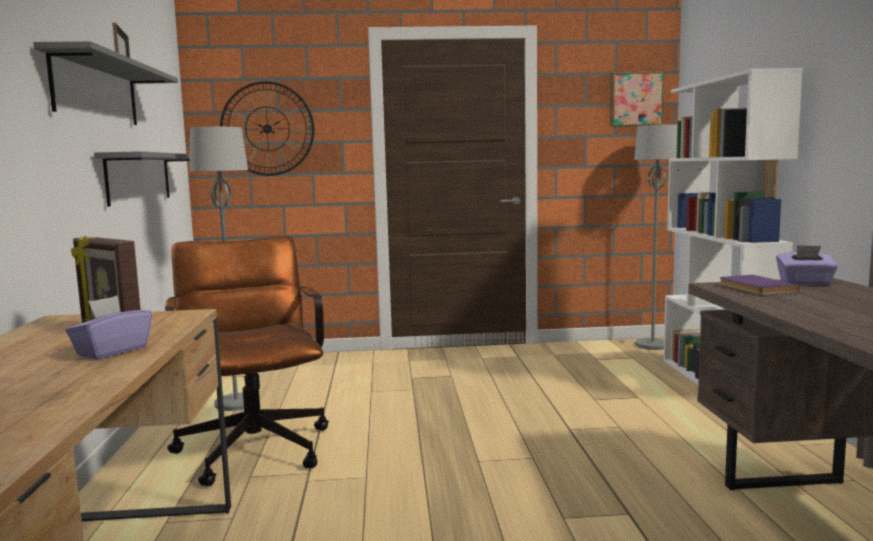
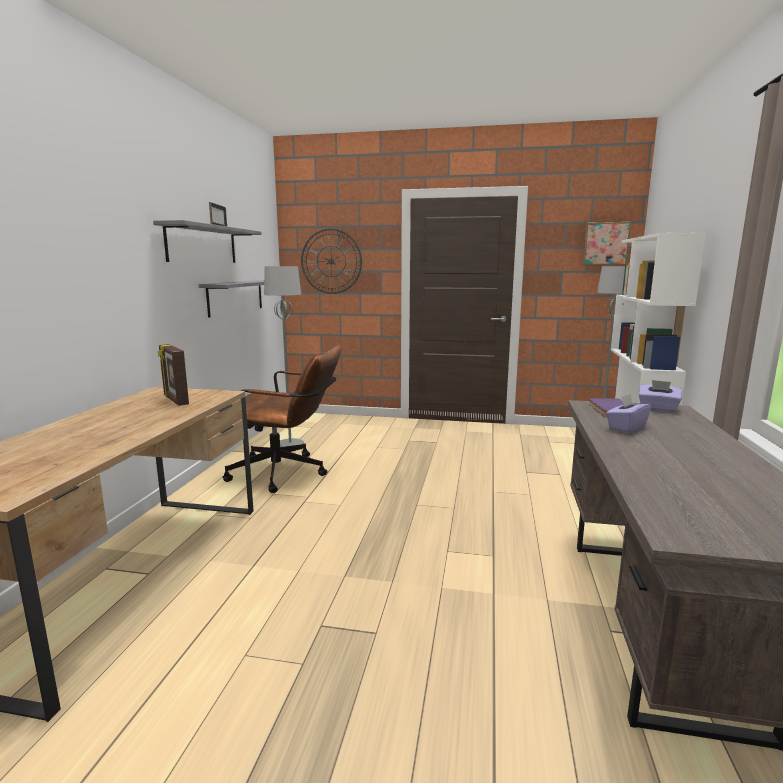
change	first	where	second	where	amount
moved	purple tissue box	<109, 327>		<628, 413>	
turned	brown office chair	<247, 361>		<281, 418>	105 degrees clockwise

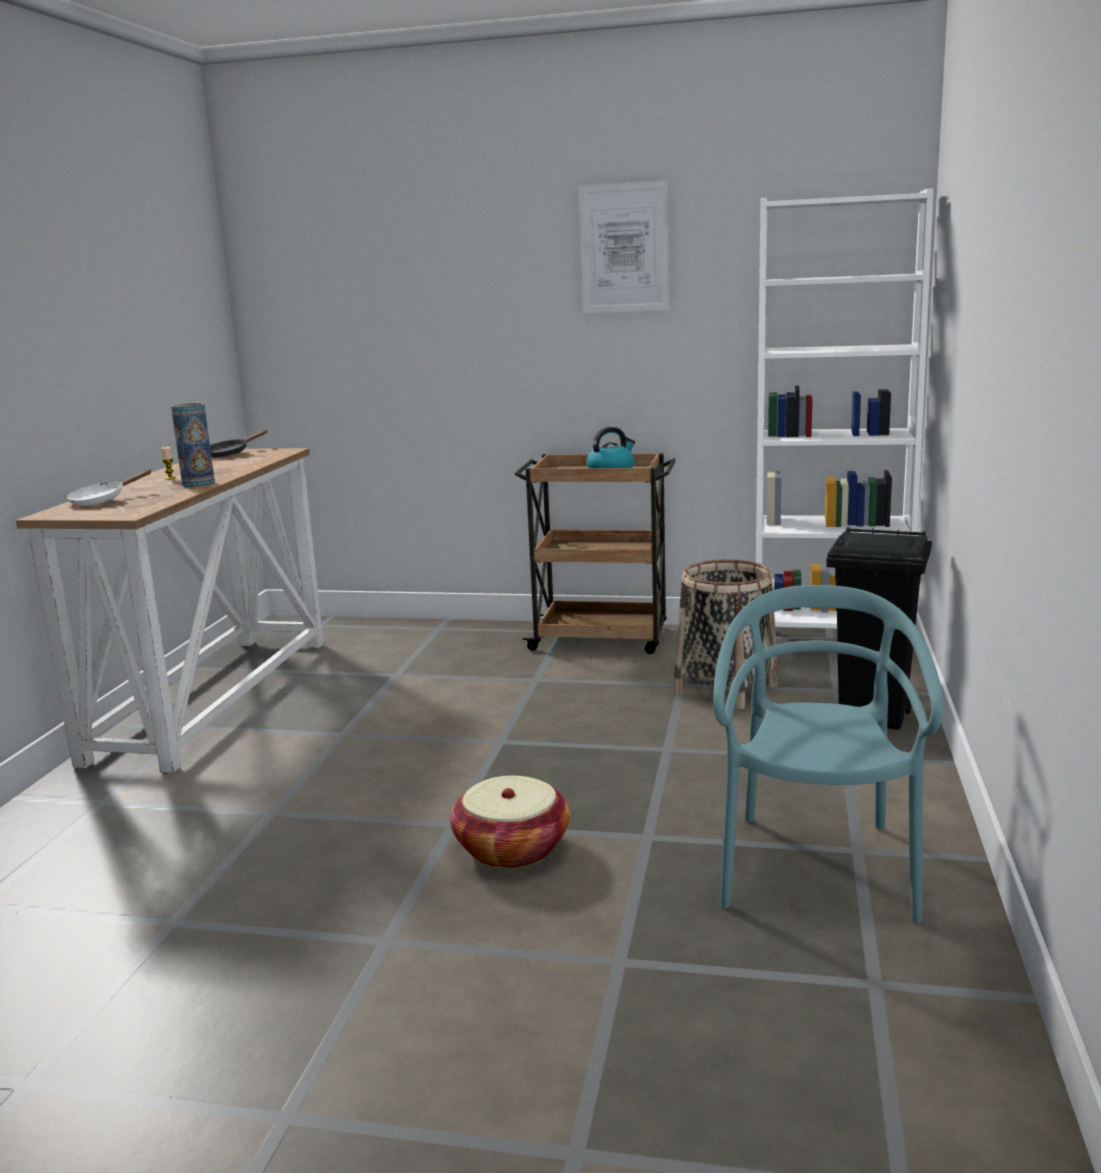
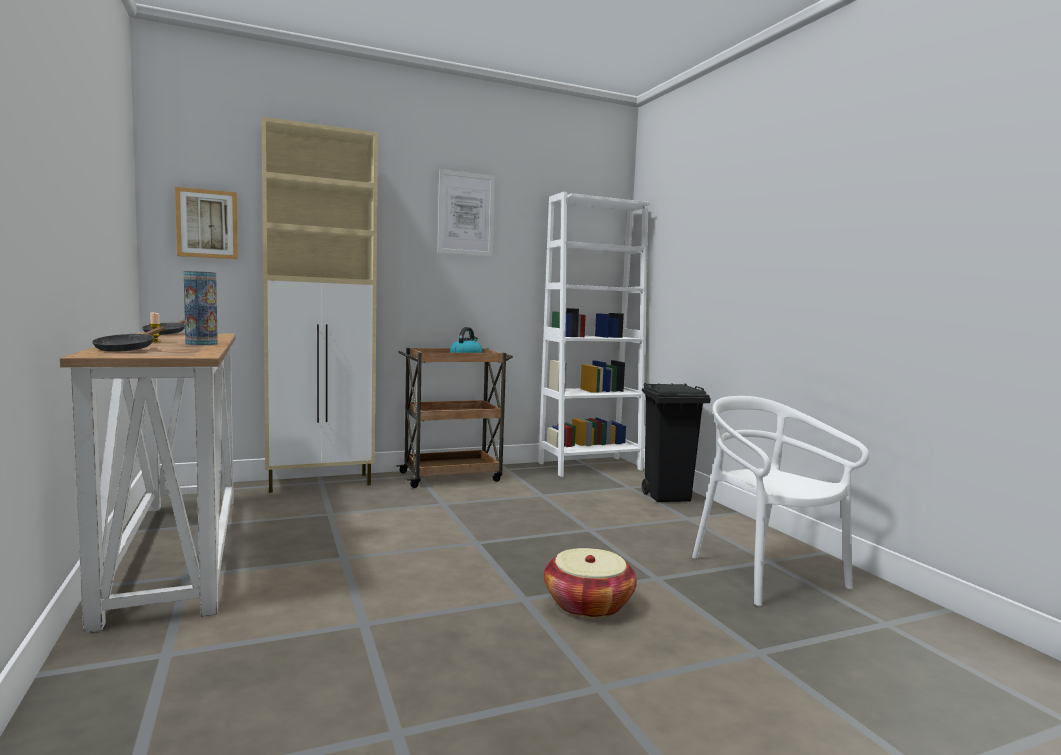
change	first	where	second	where	amount
removed	household basket	<726, 634>			
added			wall art	<206, 223>	
added			beige-coloured cabinet	<319, 305>	
recoloured	whitish pan	<109, 488>	black pan	<128, 339>	
recoloured	turquoise upright chair	<828, 754>	whitish upright chair	<780, 501>	

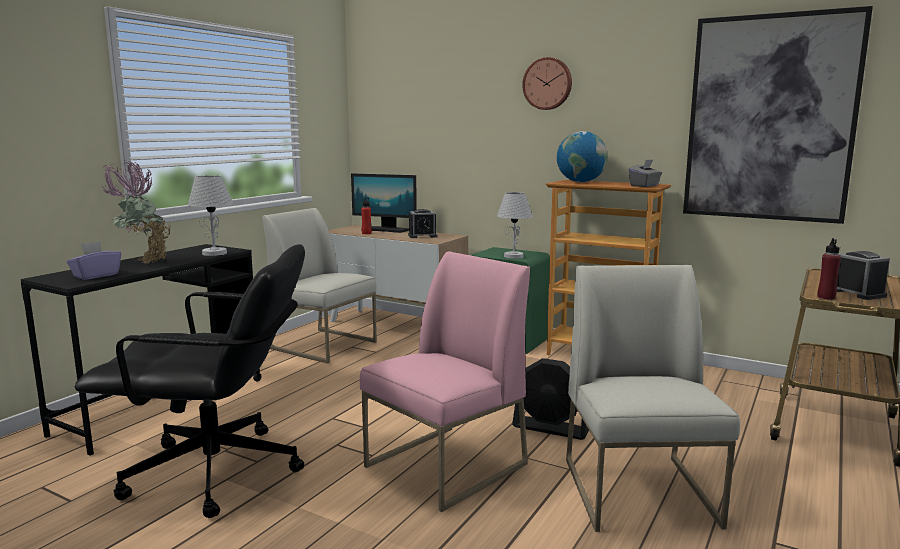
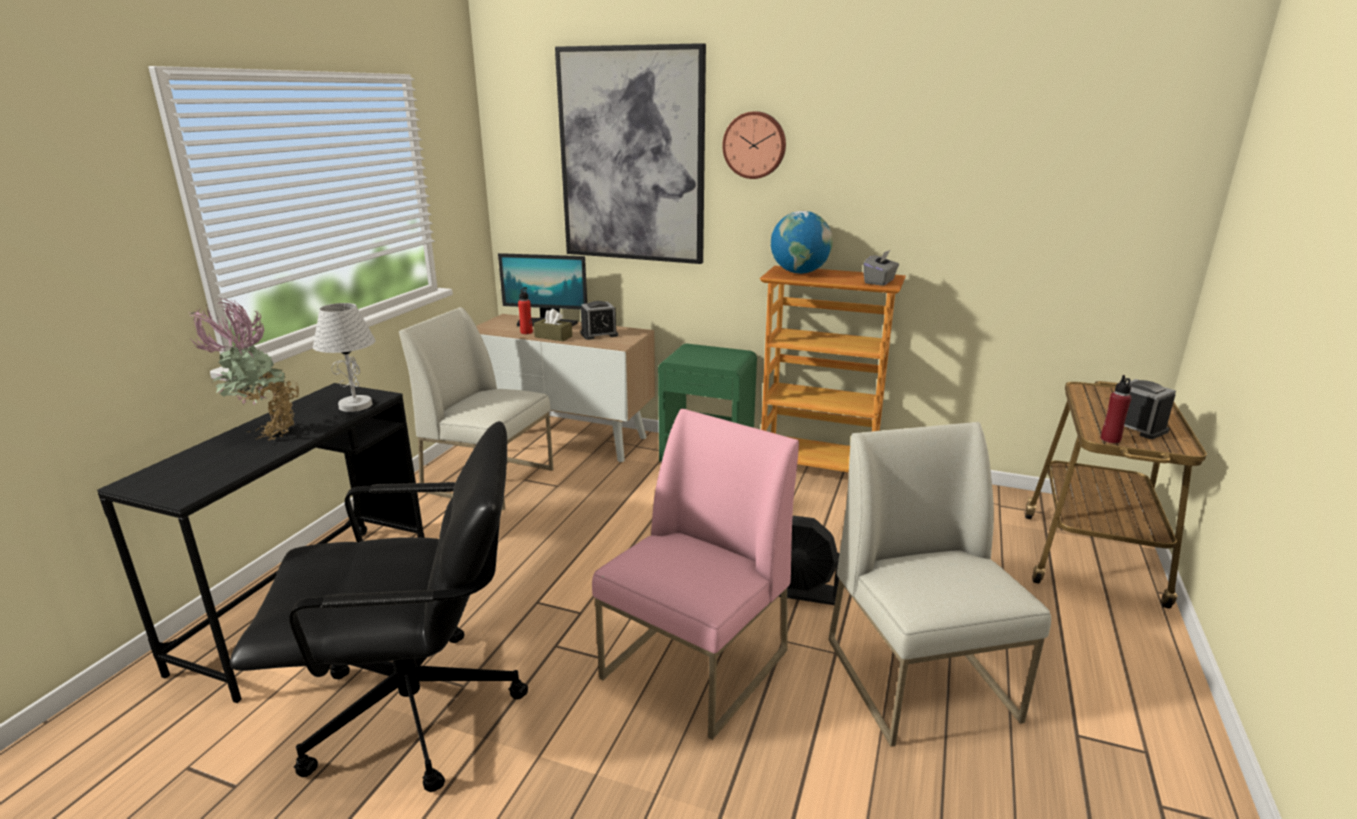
change	first	where	second	where	amount
removed	purple tissue box	<94, 260>			
removed	whitish table lamp	<515, 225>			
added			brown tissue box	<553, 325>	
moved	wall art	<778, 115>		<630, 153>	

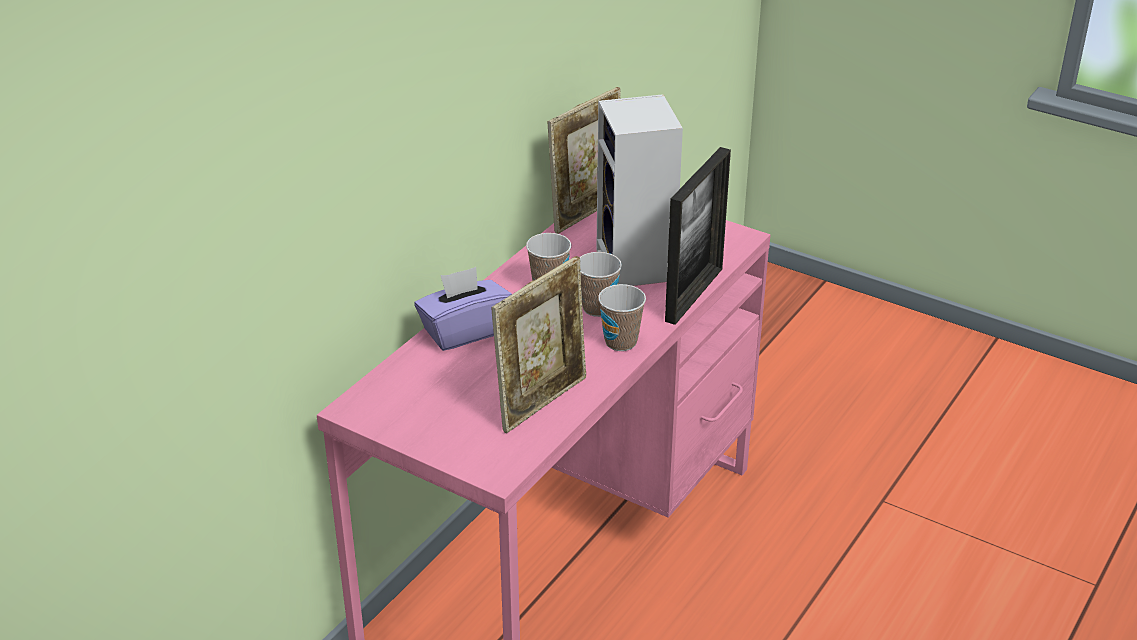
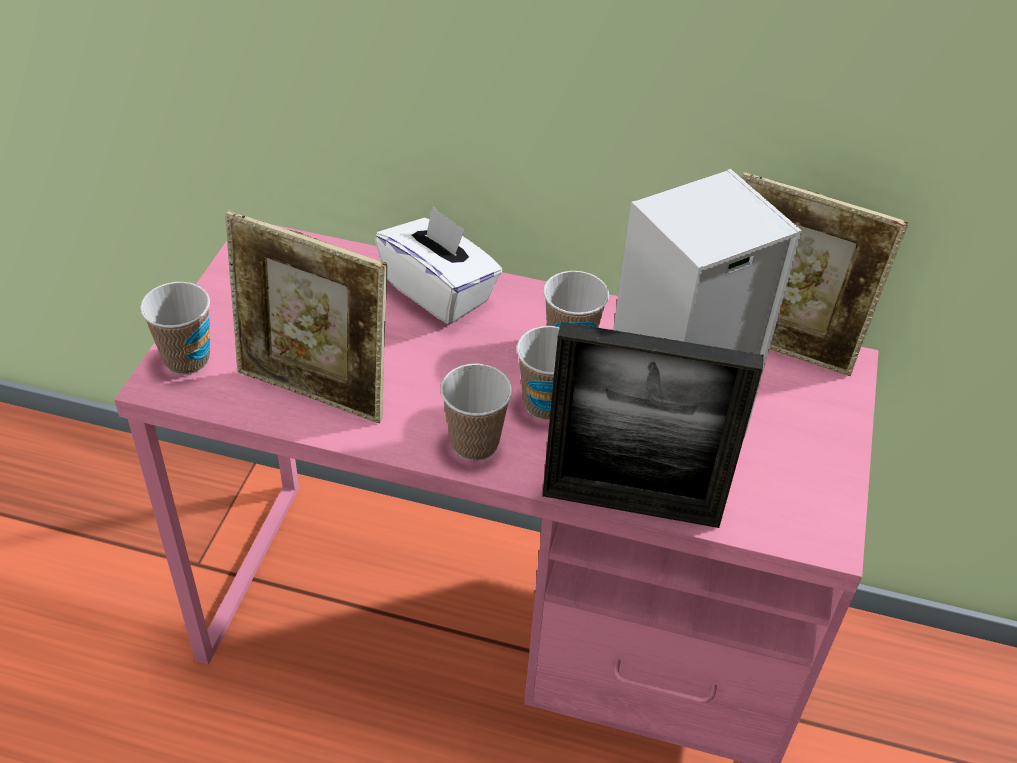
change	first	where	second	where	amount
added			small cup	<175, 328>	
recoloured	purple tissue box	<463, 309>	whitish tissue box	<438, 265>	

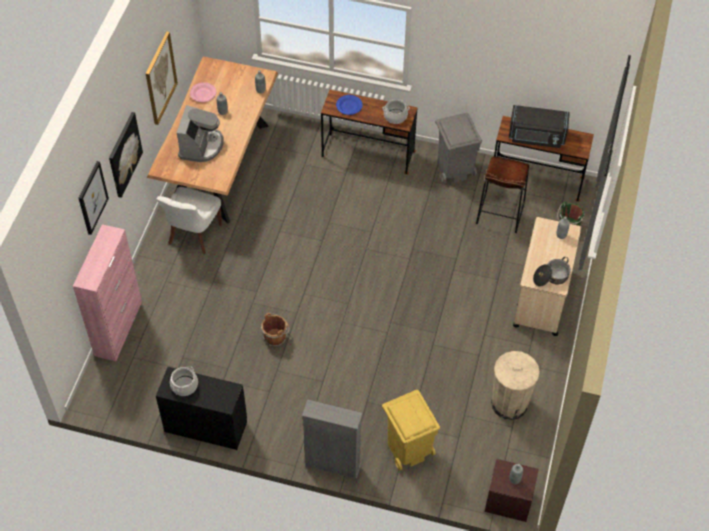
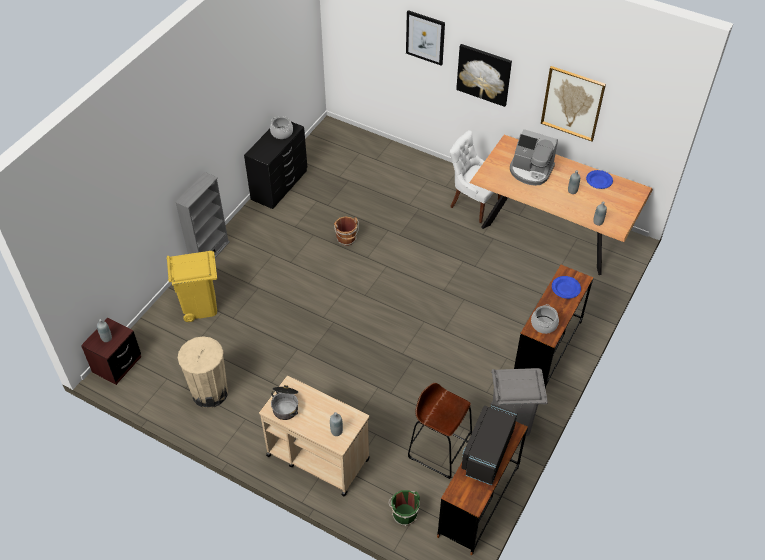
change	first	where	second	where	amount
removed	pink cabinet	<107, 292>			
recoloured	pink flat dish	<203, 92>	bluish flat dish	<599, 179>	

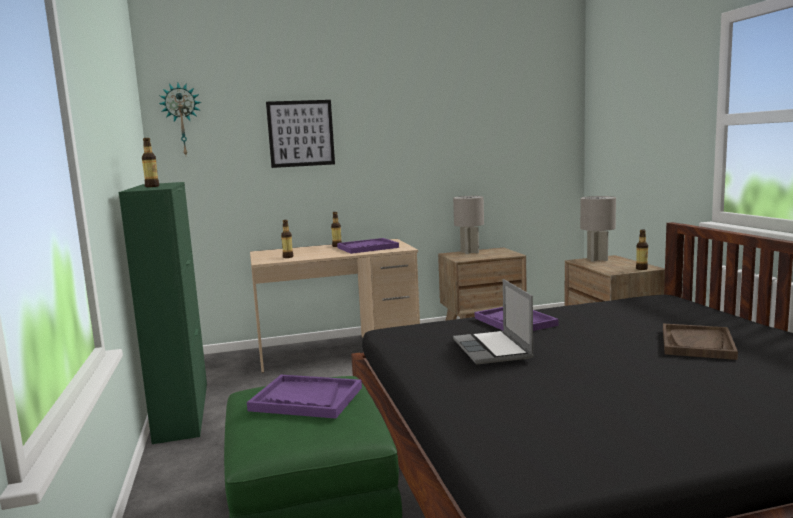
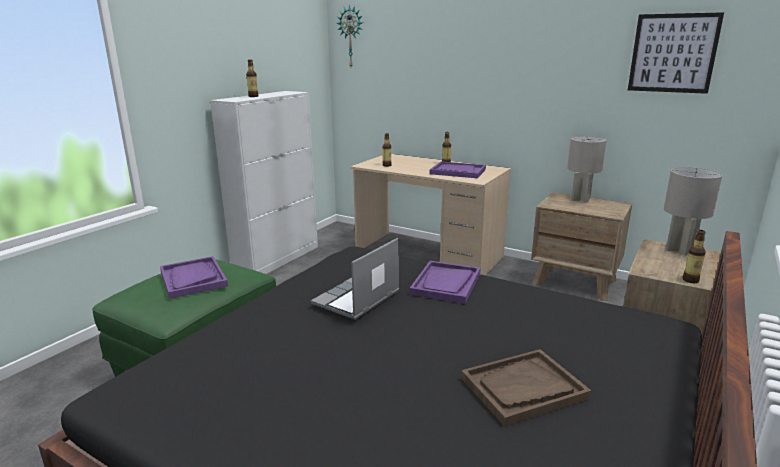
change	first	where	second	where	amount
moved	wall art	<300, 134>		<676, 53>	
recoloured	green-coloured cabinet	<163, 313>	whitish cabinet	<264, 182>	

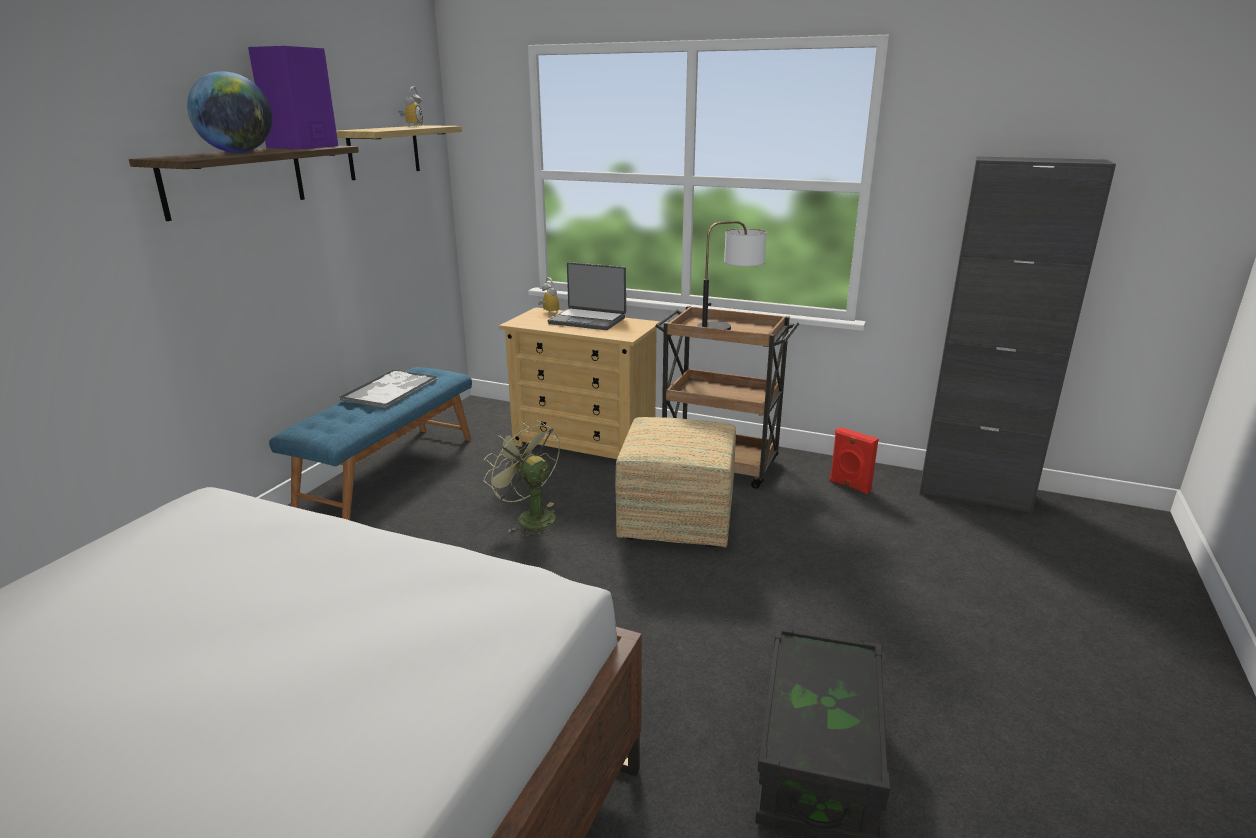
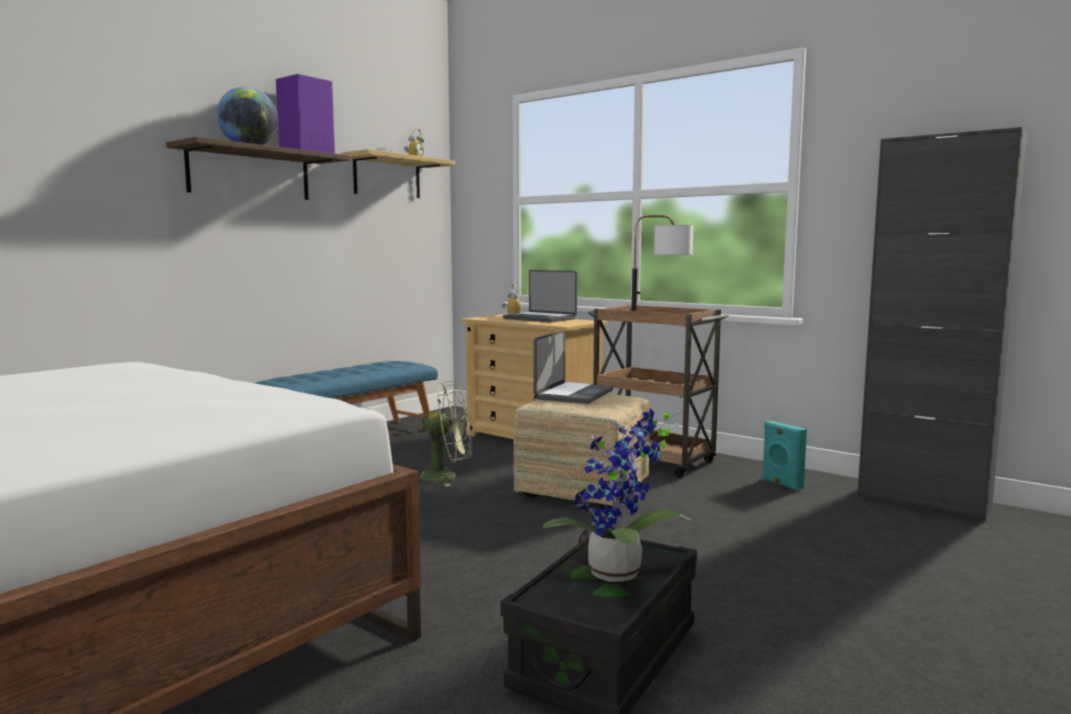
change	first	where	second	where	amount
removed	tray	<388, 389>			
added			notebook computer	<573, 367>	
added			plant in a pot	<618, 495>	
recoloured	reddish loudspeaker	<853, 460>	turquoise loudspeaker	<784, 456>	
turned	green-coloured cooling fan	<522, 478>		<445, 434>	120 degrees clockwise

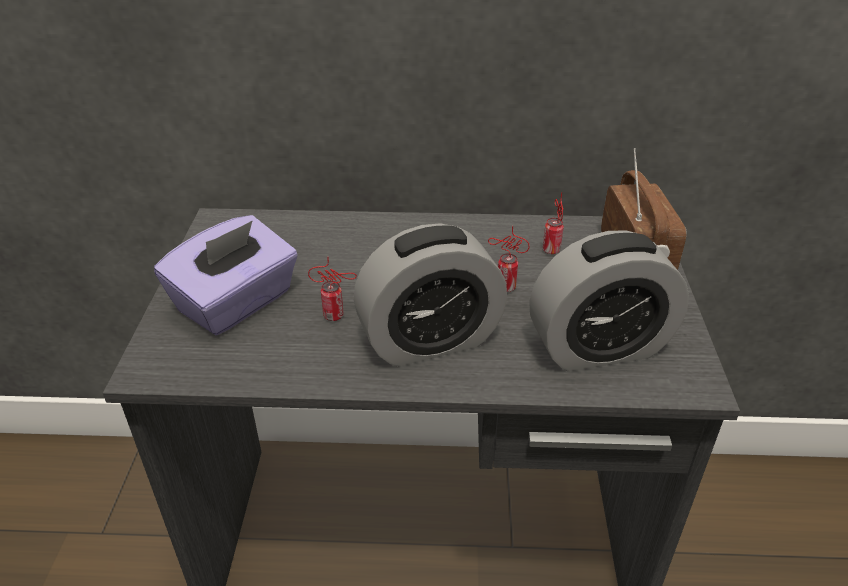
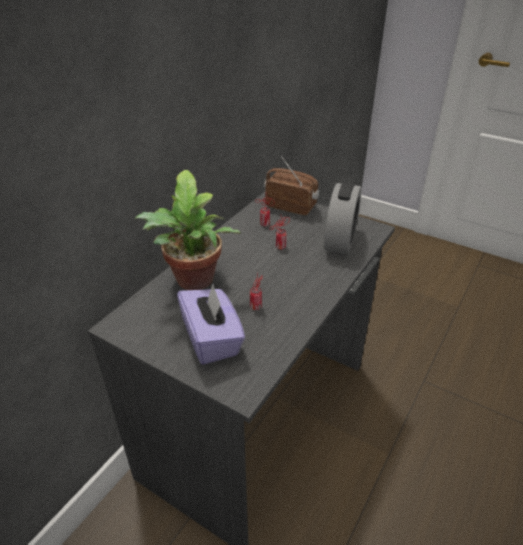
change	first	where	second	where	amount
removed	alarm clock	<430, 295>			
added			plant in a pot	<188, 230>	

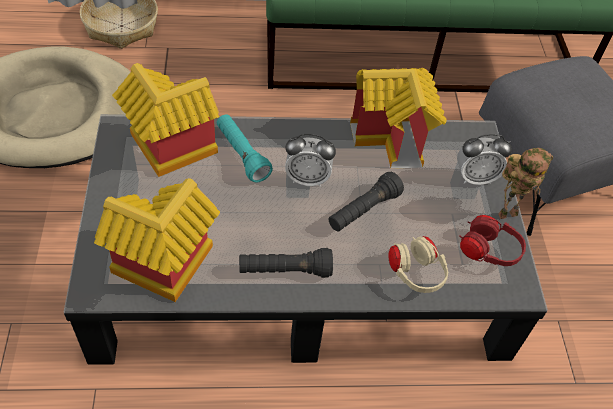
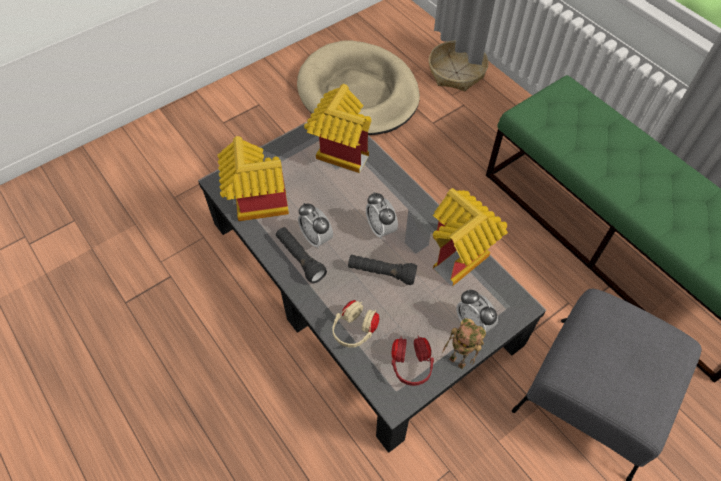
change	first	where	second	where	amount
removed	turquoise flashlight	<245, 148>			
added			alarm clock	<315, 226>	

